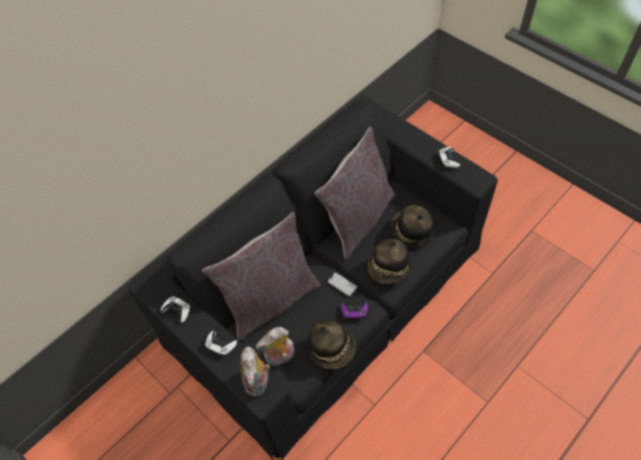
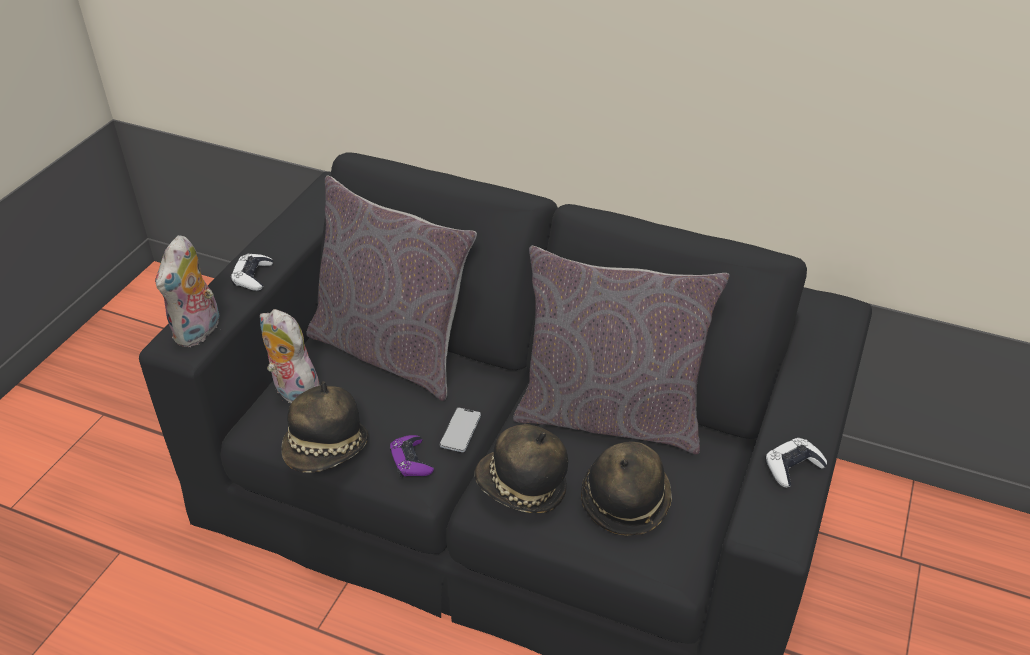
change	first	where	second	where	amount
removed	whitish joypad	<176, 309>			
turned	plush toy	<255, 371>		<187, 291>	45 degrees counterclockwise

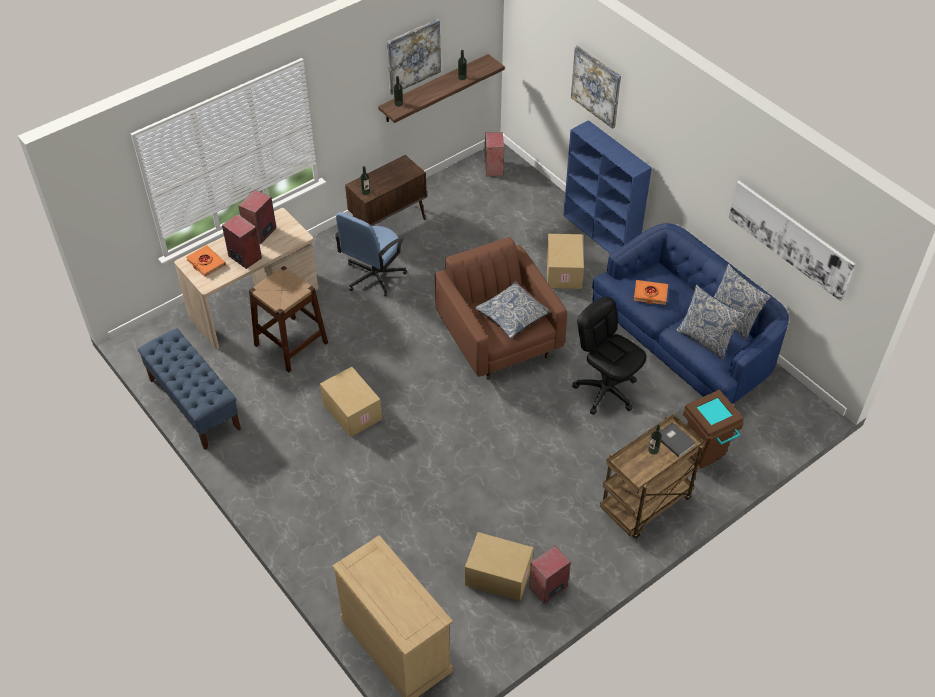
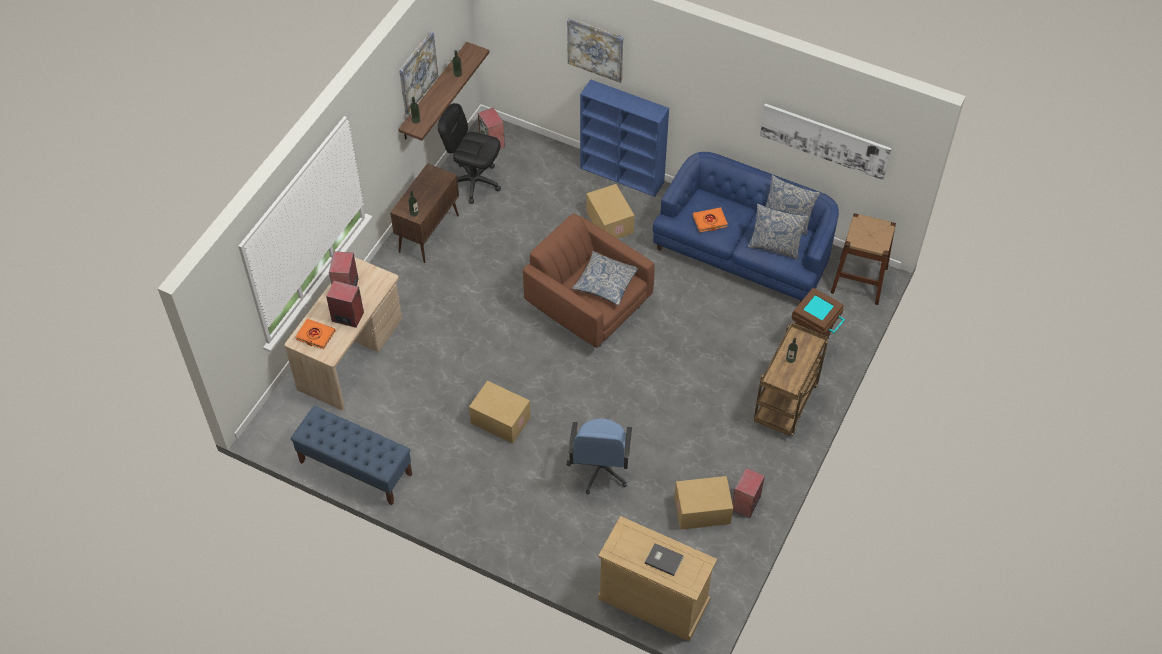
change	first	where	second	where	amount
moved	brown stool	<288, 319>		<863, 259>	
moved	bluish office chair	<370, 254>		<599, 456>	
moved	black office chair	<609, 356>		<469, 153>	
moved	gray volume	<677, 439>		<664, 559>	

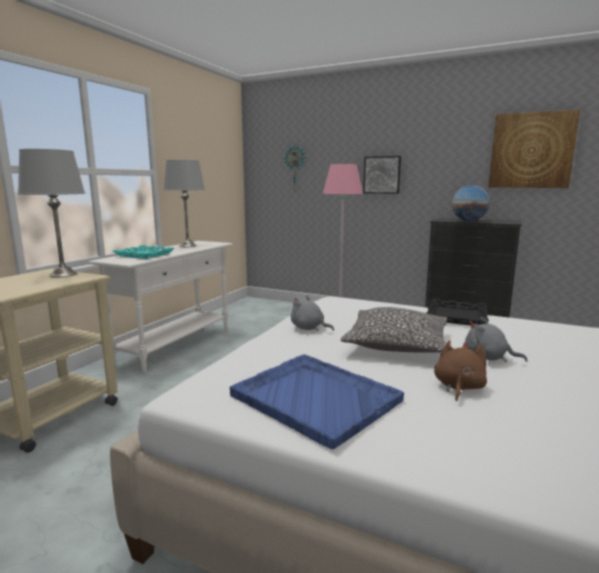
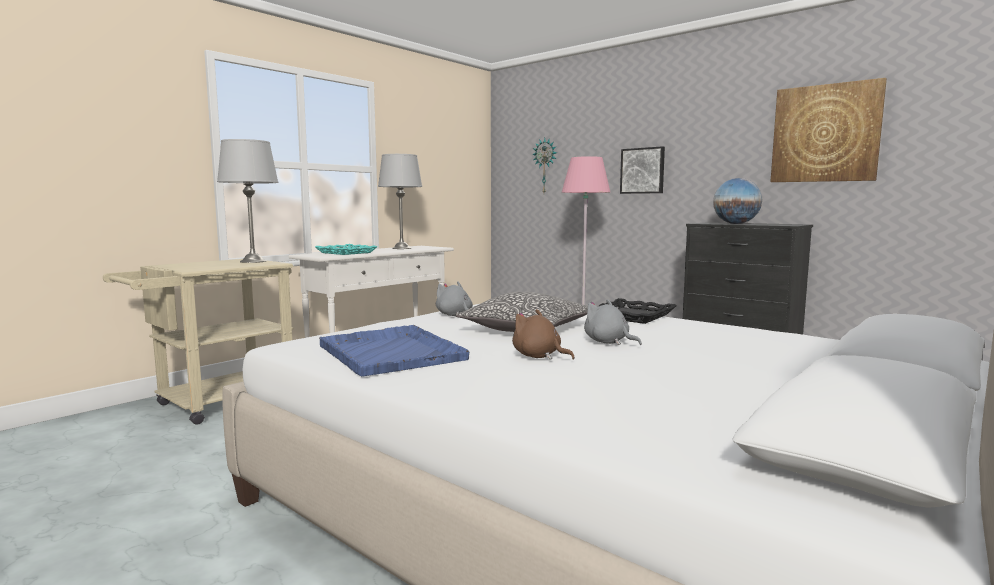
change	first	where	second	where	amount
turned	brown plush toy	<460, 370>		<543, 334>	90 degrees counterclockwise

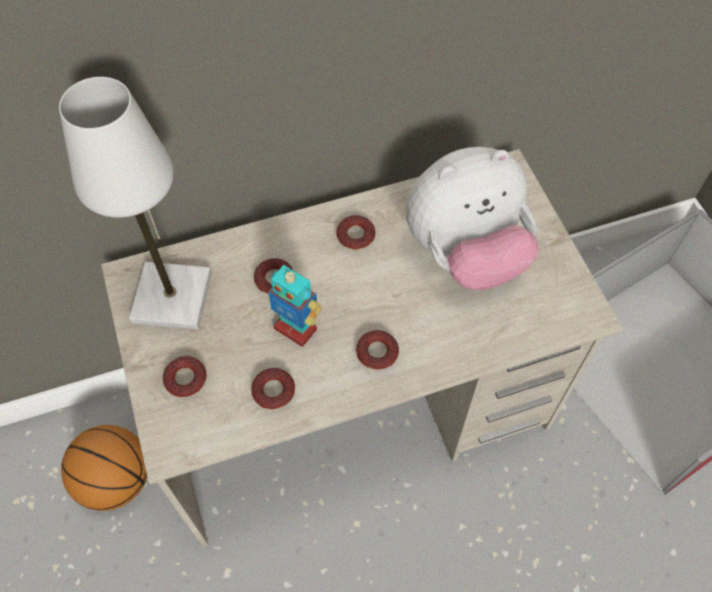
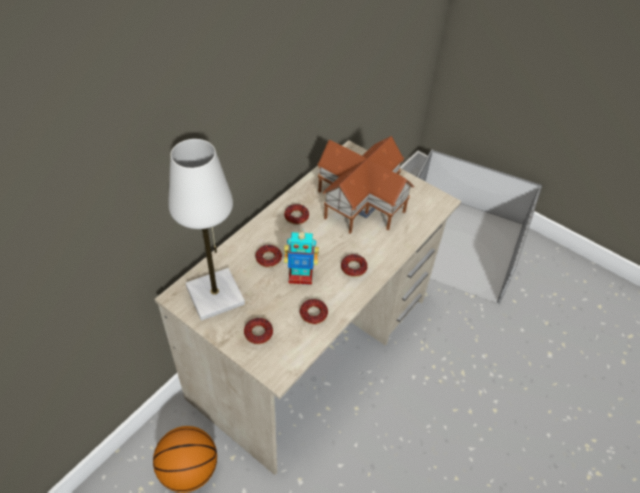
change	first	where	second	where	amount
replaced	plush toy	<472, 218>	toy house	<365, 185>	

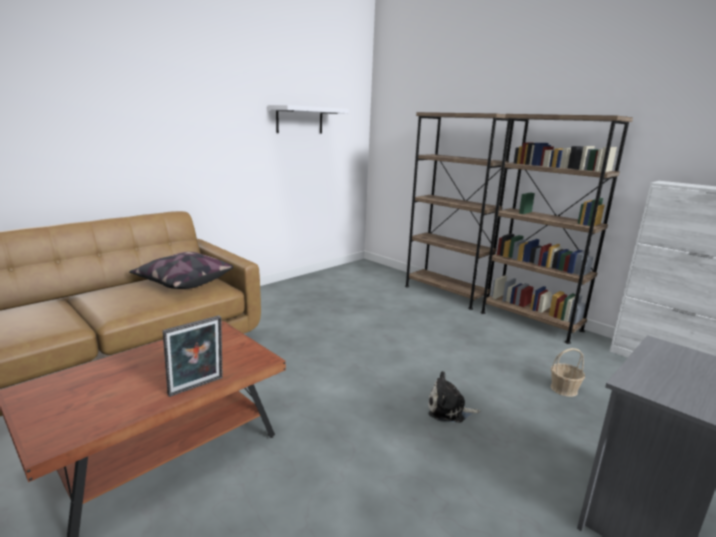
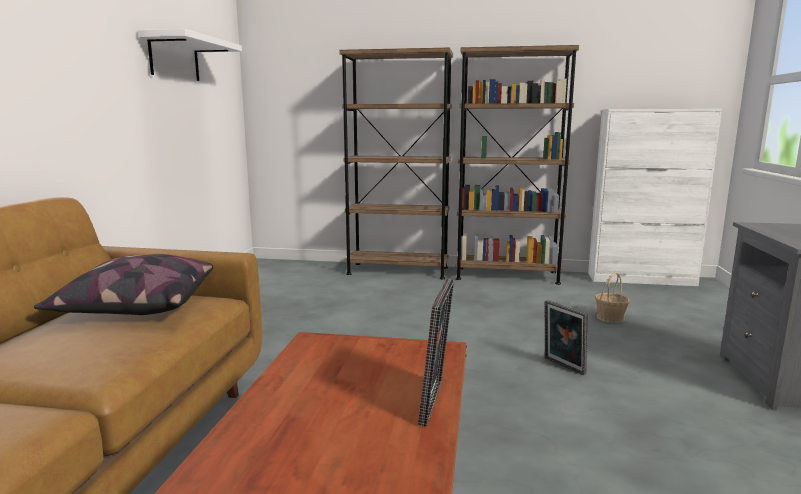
change	first	where	second	where	amount
replaced	plush toy	<454, 397>	picture frame	<566, 337>	

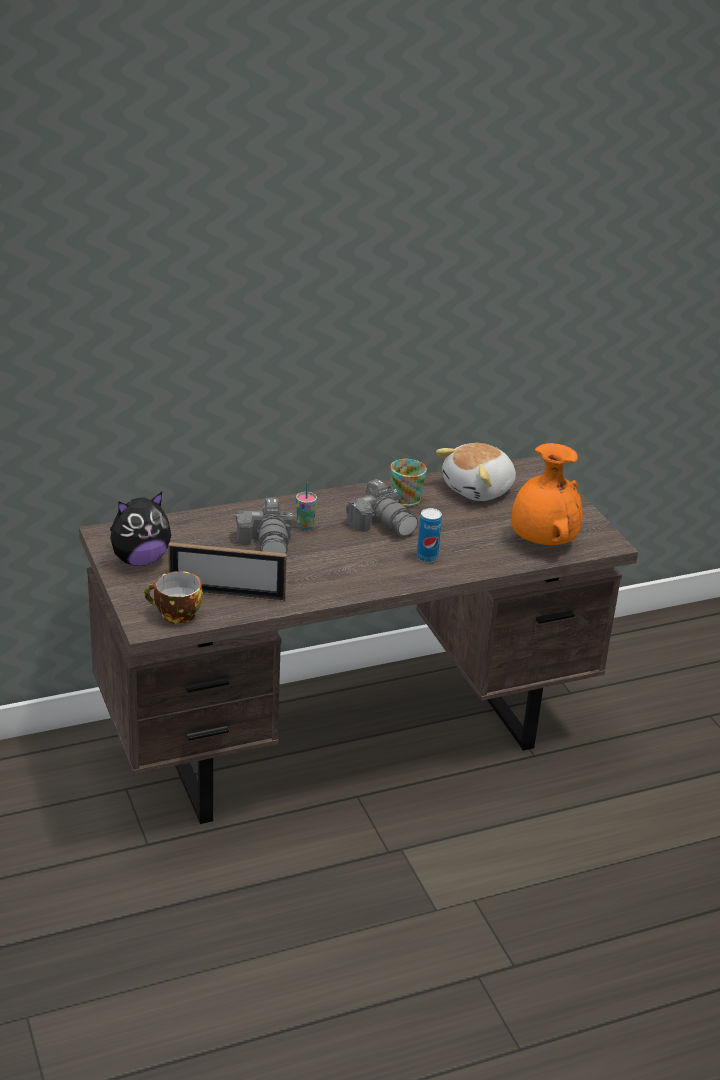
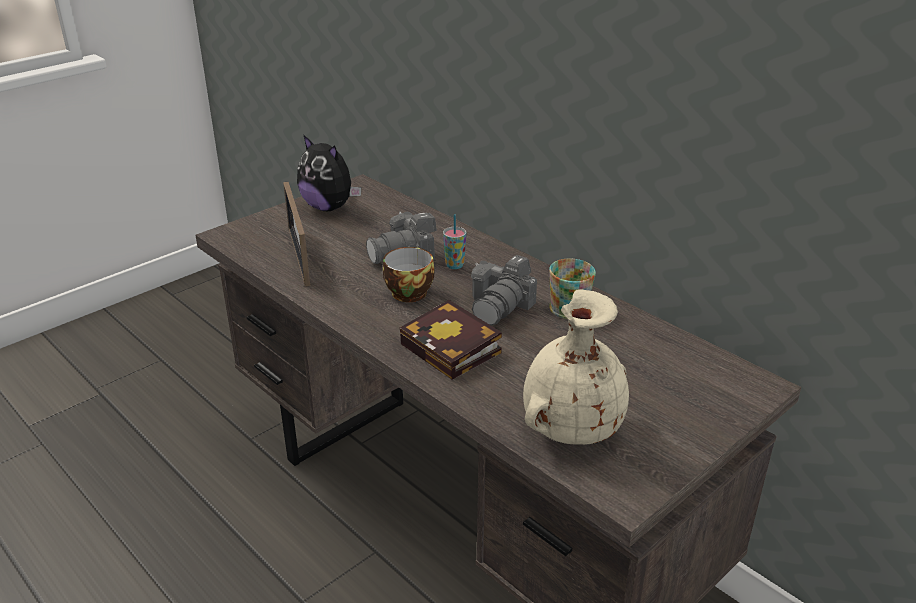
change	first	where	second	where	amount
removed	plush toy	<476, 472>			
moved	small cup	<173, 597>		<409, 274>	
replaced	sealed can	<429, 535>	volume	<451, 340>	
recoloured	orange flower vase	<547, 494>	beige-coloured flower vase	<576, 367>	

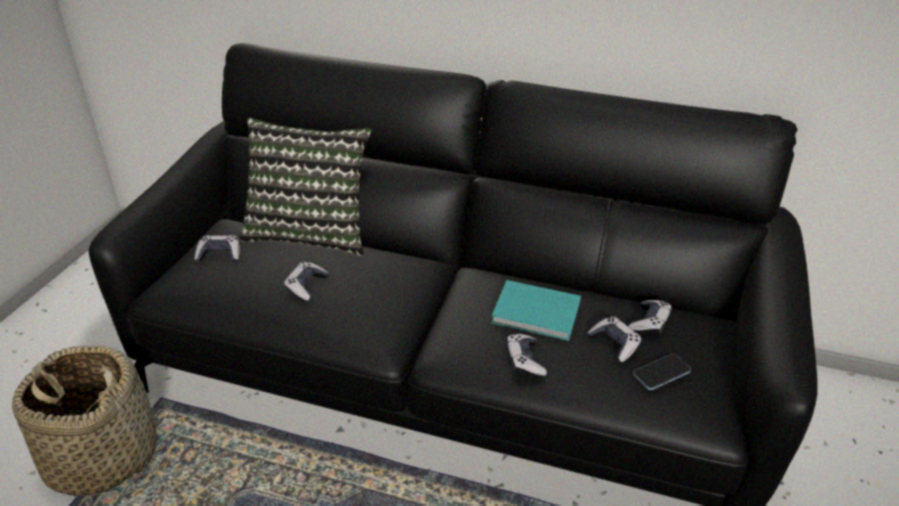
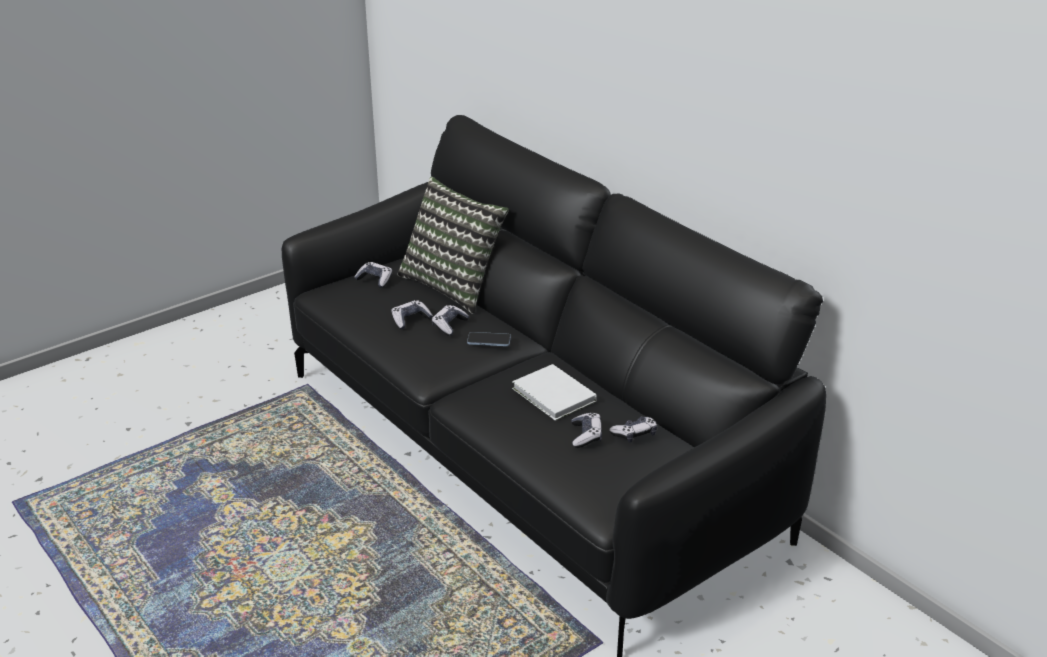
change	first	where	second	where	amount
removed	household basket	<84, 421>			
moved	joypad	<526, 355>		<450, 320>	
moved	handset	<662, 372>		<489, 339>	
recoloured	turquoise volume	<536, 310>	whitish volume	<554, 392>	

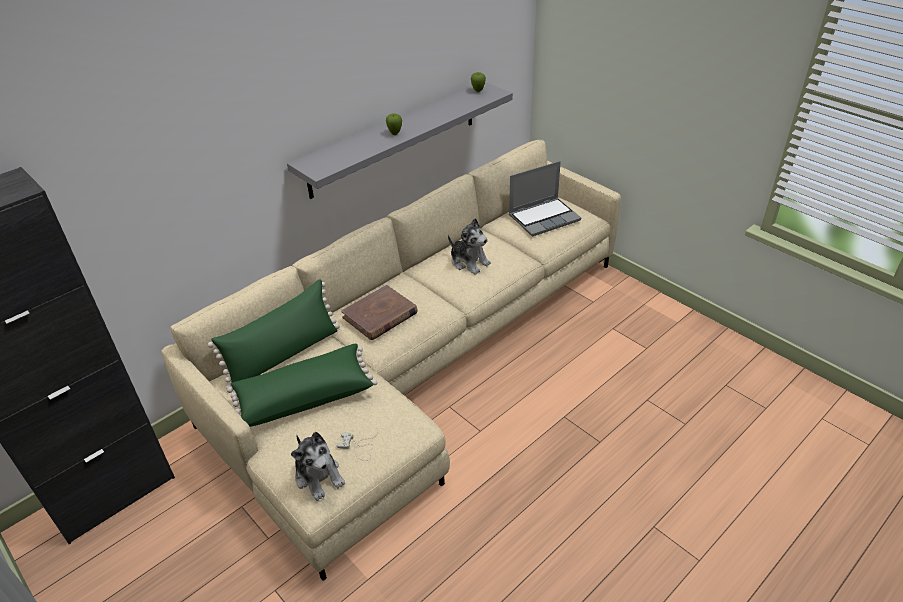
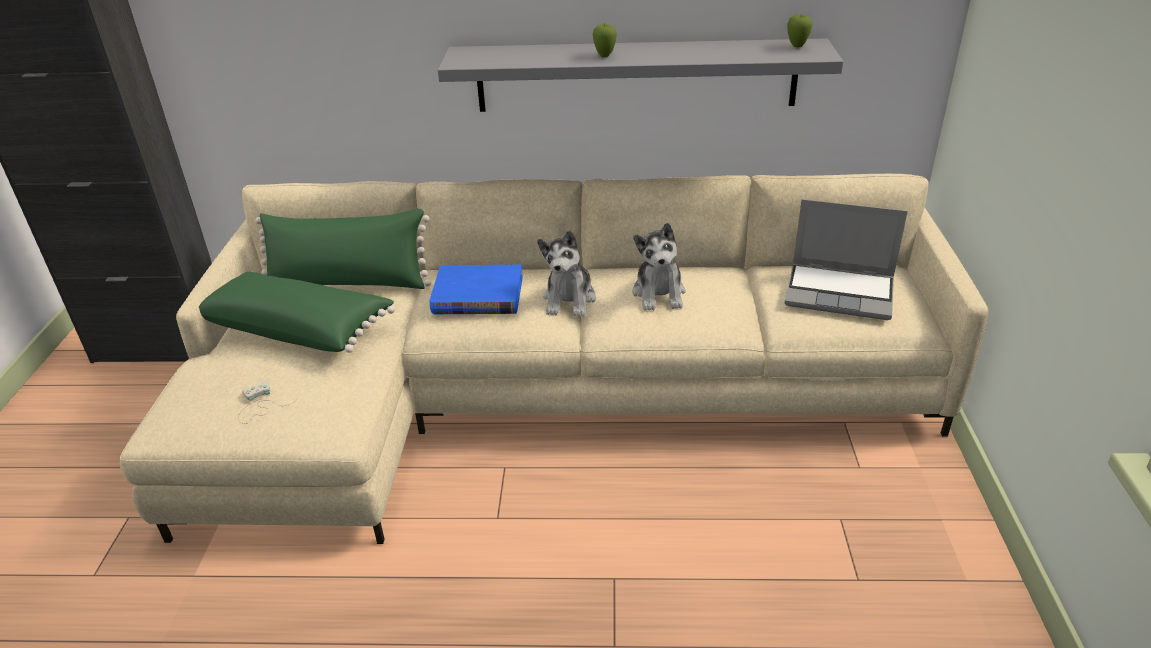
change	first	where	second	where	amount
moved	plush toy	<318, 466>		<566, 273>	
recoloured	brown volume	<379, 312>	bluish volume	<476, 289>	

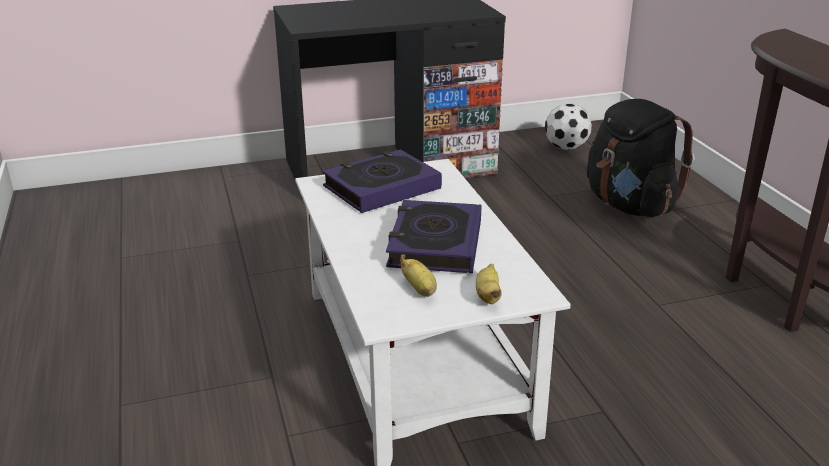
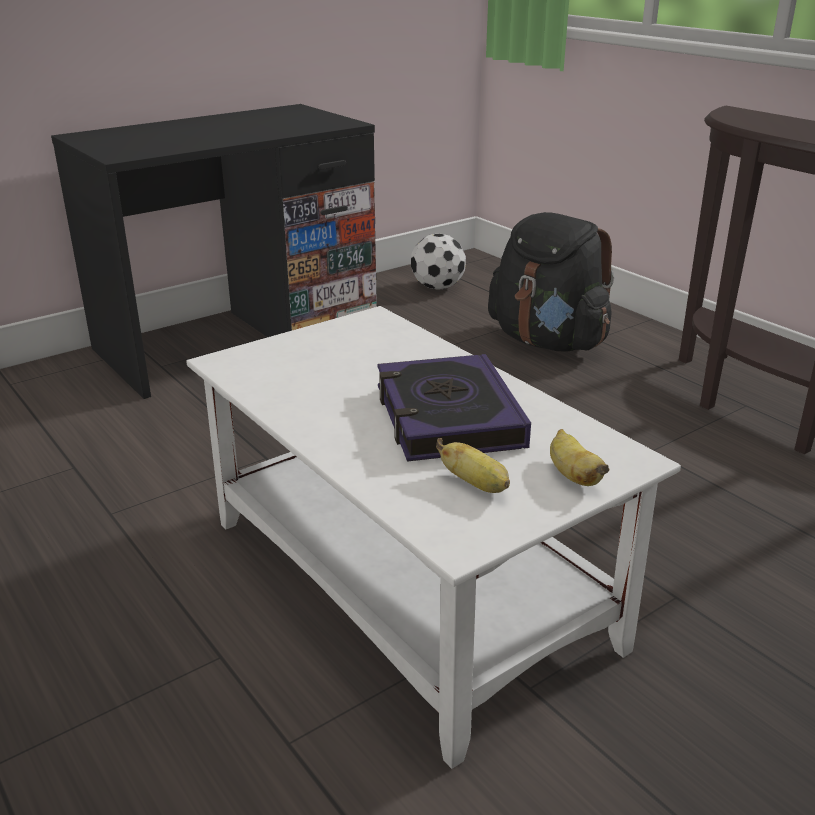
change	first	where	second	where	amount
removed	volume	<382, 181>			

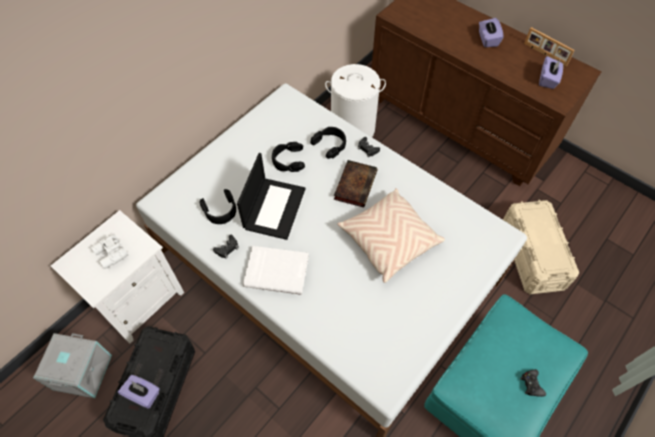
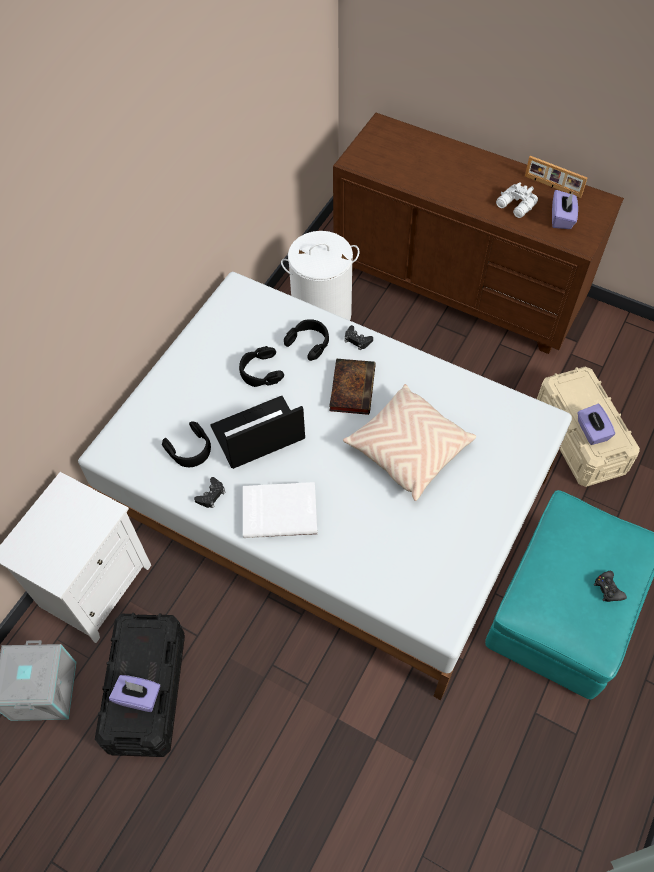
change	first	where	second	where	amount
moved	whitish field glasses	<109, 251>		<517, 200>	
moved	purple tissue box	<491, 32>		<596, 424>	
turned	notebook computer	<271, 196>		<257, 432>	120 degrees counterclockwise

